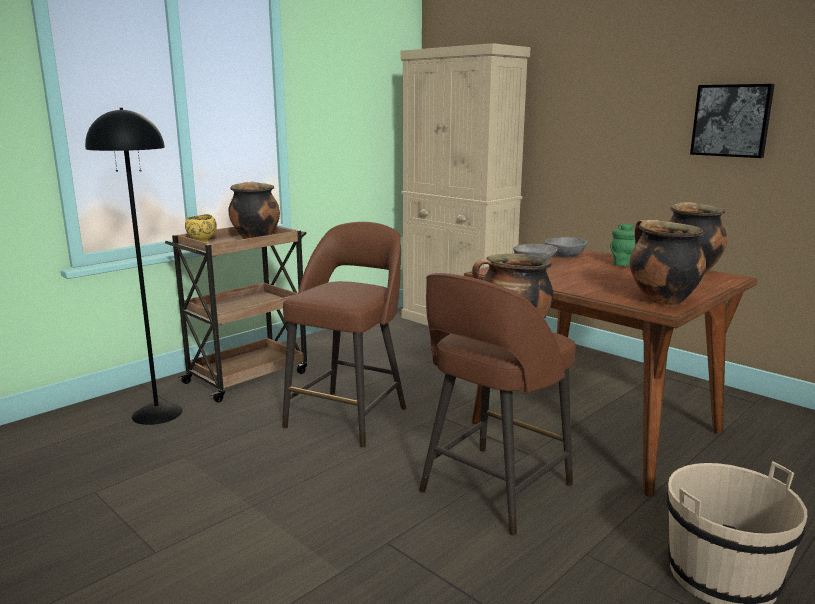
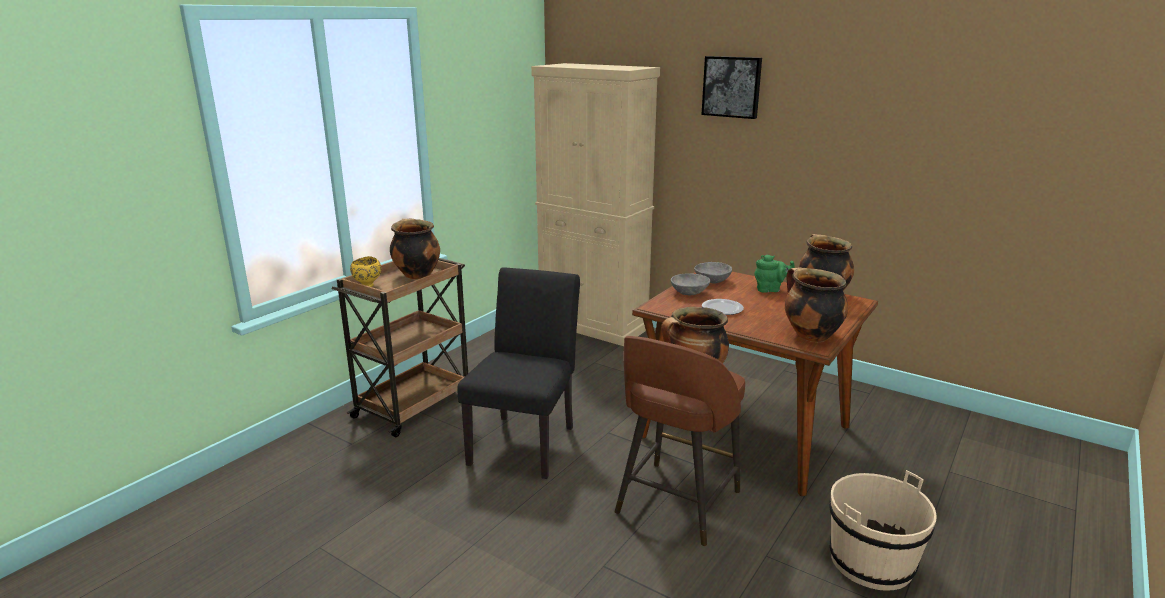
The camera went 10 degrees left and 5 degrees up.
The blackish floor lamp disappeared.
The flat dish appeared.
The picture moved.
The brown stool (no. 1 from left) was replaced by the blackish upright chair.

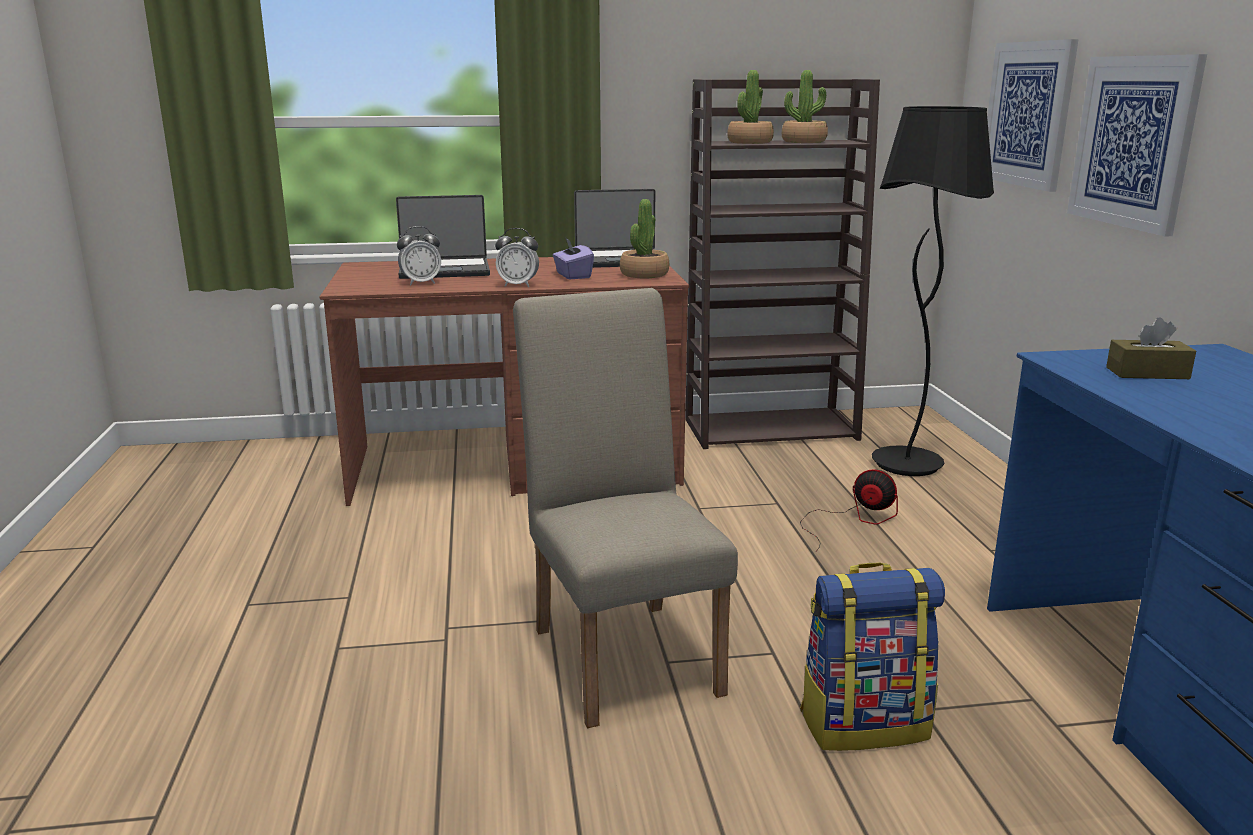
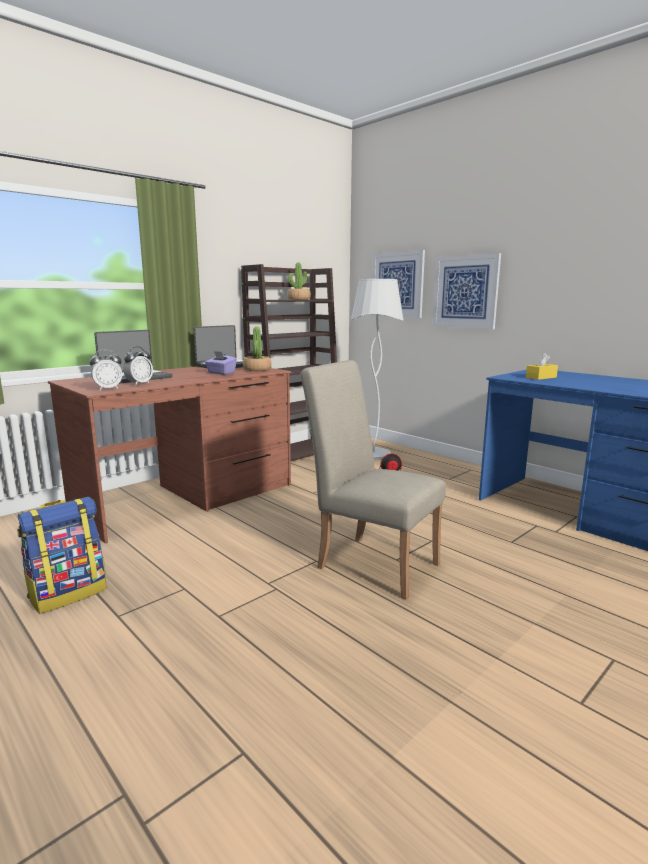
The camera went 35 degrees left and 5 degrees down.
The houseplant (no. 2 from left) disappeared.
The alarm clock (no. 2 from left in the first image) moved.
The rucksack moved.
The blackish floor lamp became the white floor lamp.
The brown tissue holder became the yellow-coloured tissue holder.

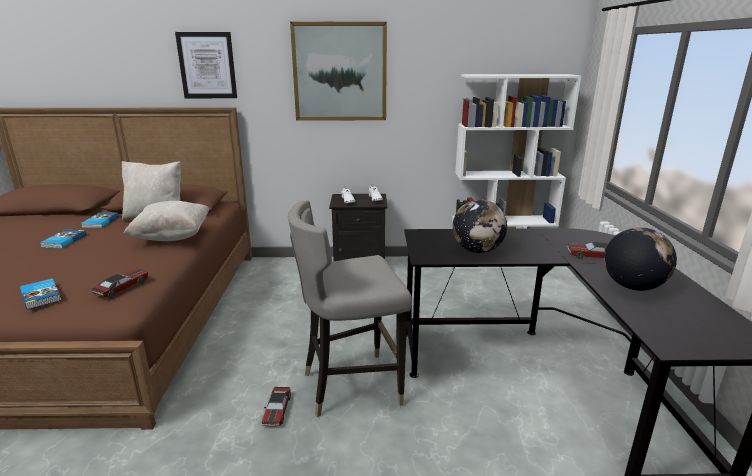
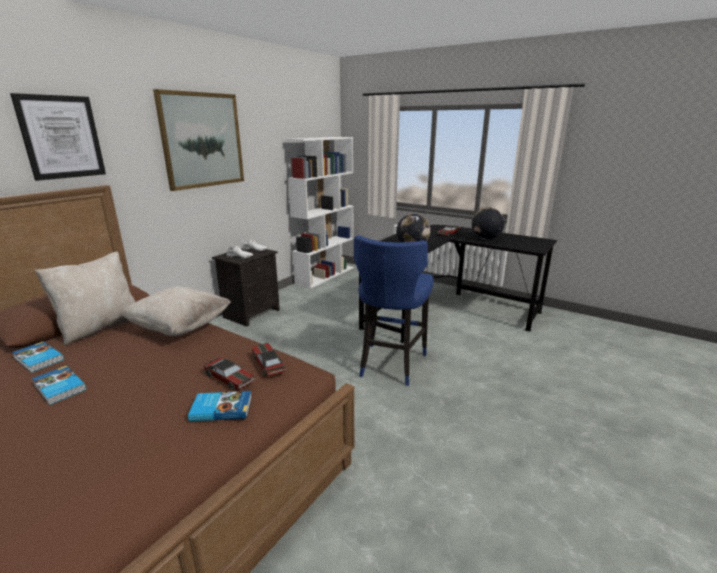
The camera went 55 degrees left and 0 degrees up.
The model car (no. 2 from left in the first image) moved.
The greyish stool became the blue stool.

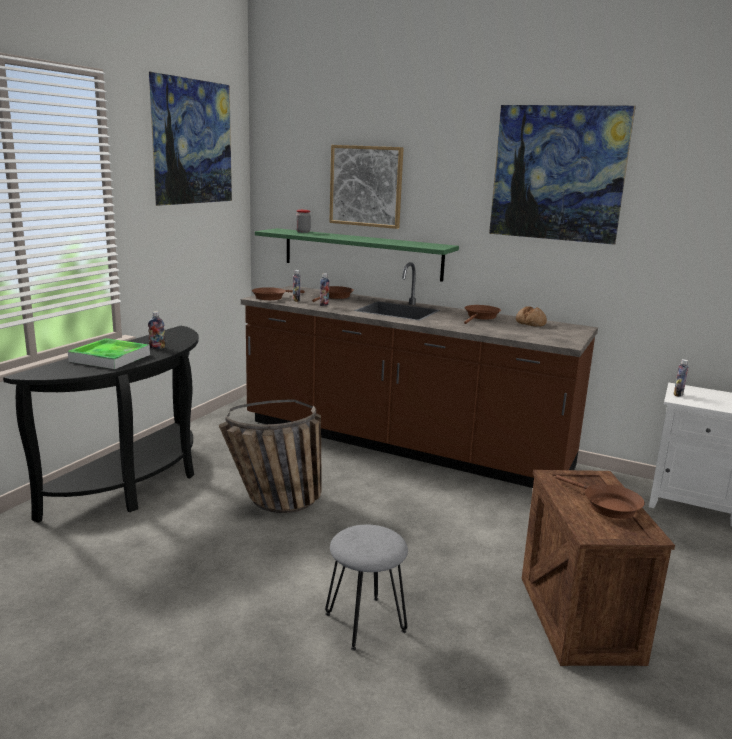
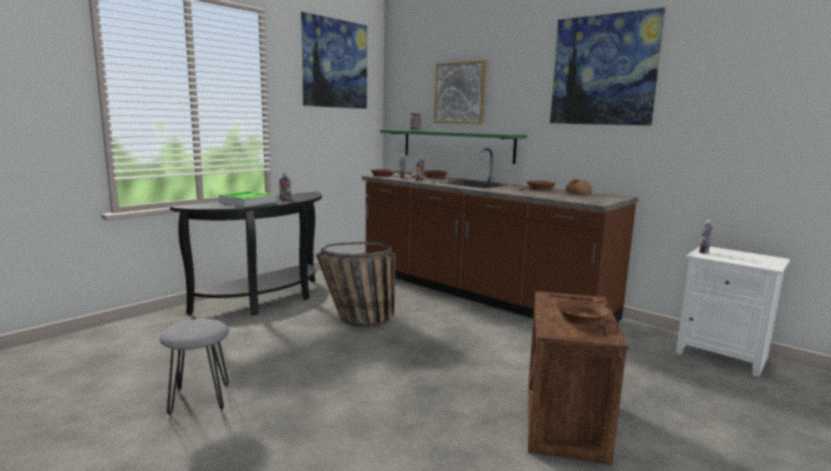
The camera went 15 degrees right and 5 degrees down.
The greyish stool moved.
The brown pan (no. 4 from left) turned 60 degrees clockwise.

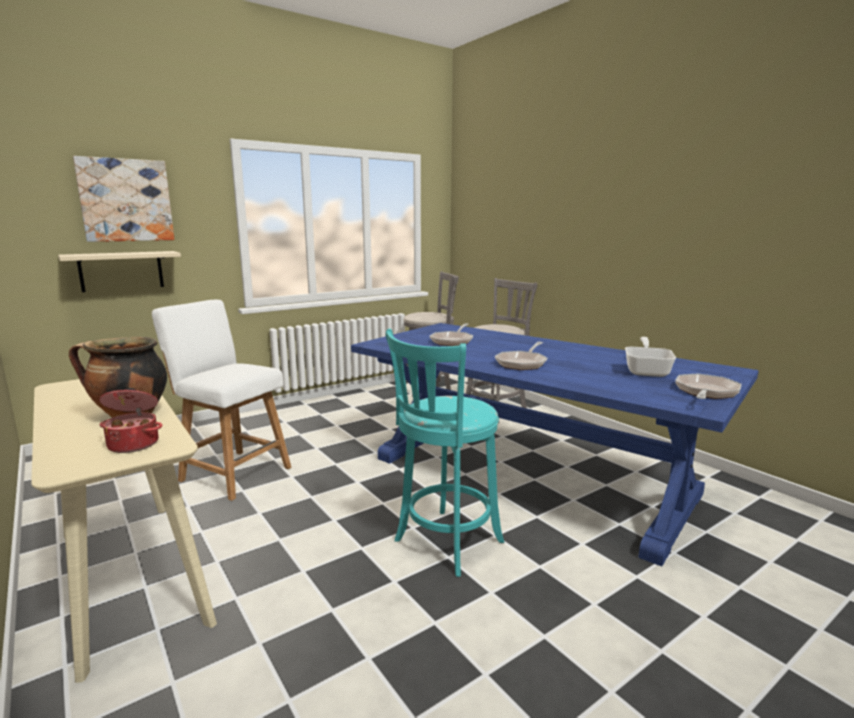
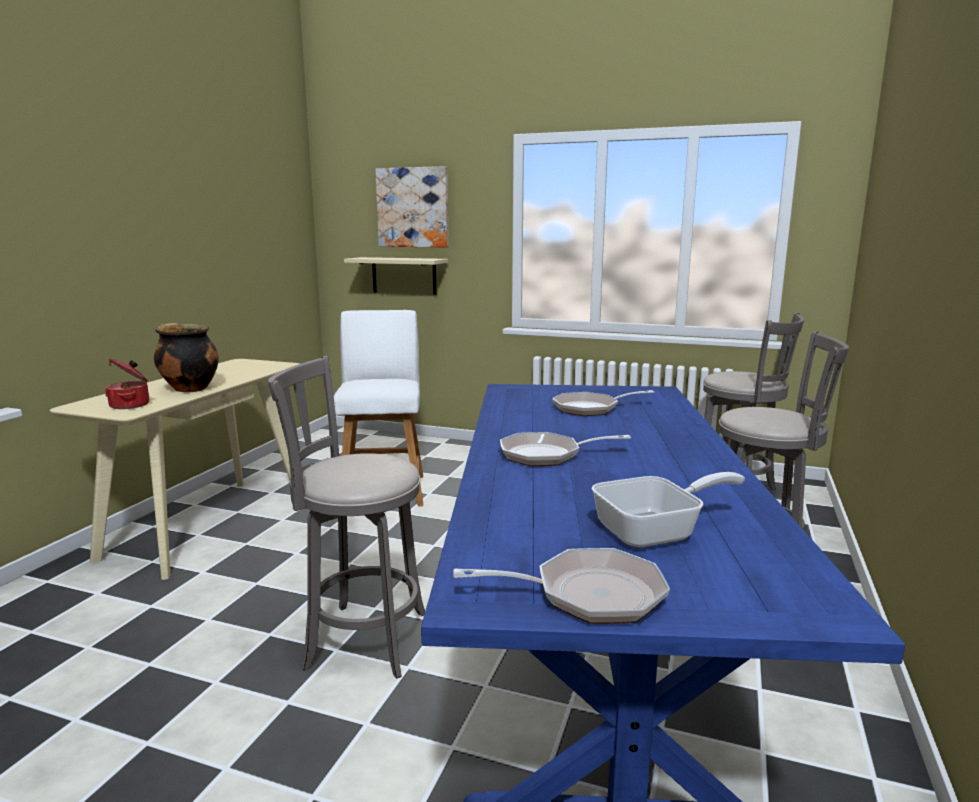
The camera went 55 degrees right and 0 degrees up.
The turquoise stool became the greyish stool (no. 1 from left).

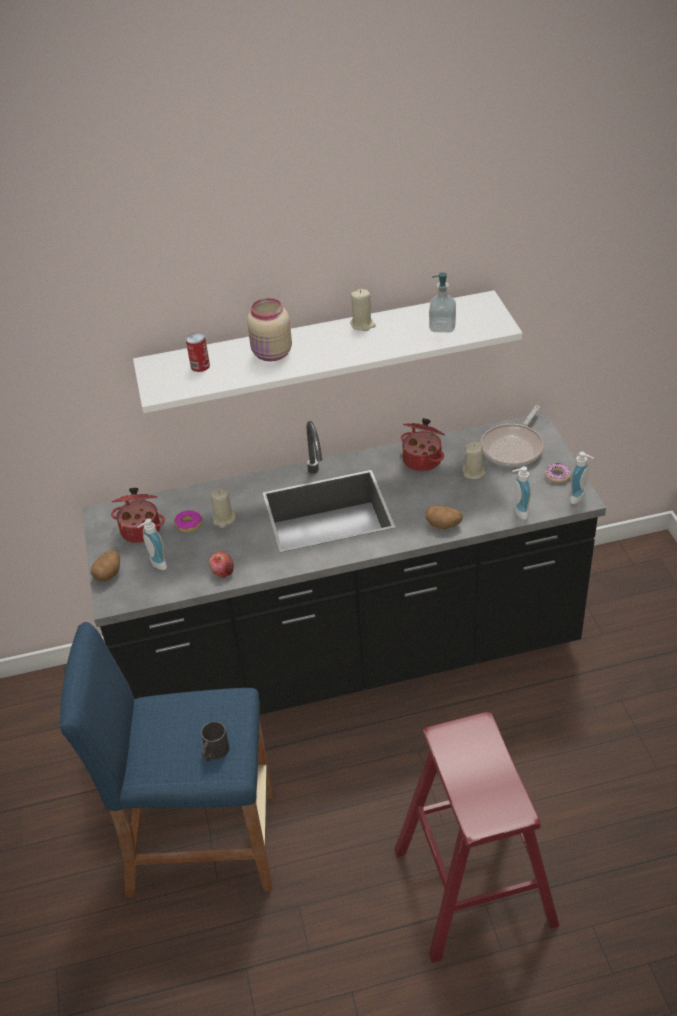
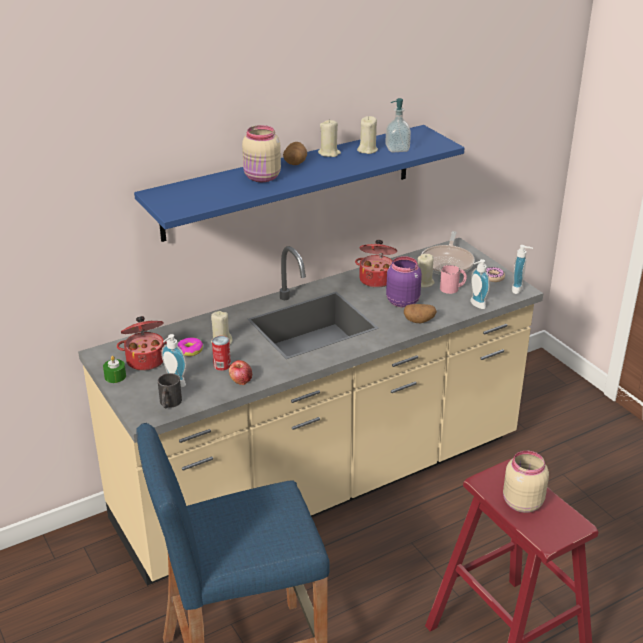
The camera went 20 degrees left and 10 degrees down.
The greenish wax candle appeared.
The beige wax candle (no. 3 from left) appeared.
The purplish preserve jar appeared.
The pinkish mug appeared.
The beige preserve jar (no. 2 from left) appeared.
The whole potato (no. 1 from left) moved.
The sealed can moved.
The blackish mug moved.
The blackish kitchen base unit became the beige kitchen base unit.
The white bracket shelf became the blue bracket shelf.

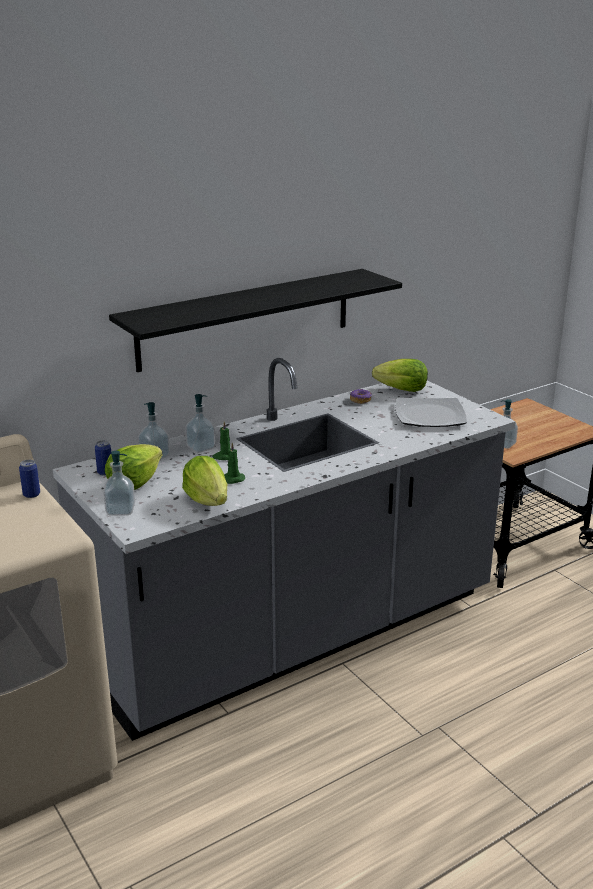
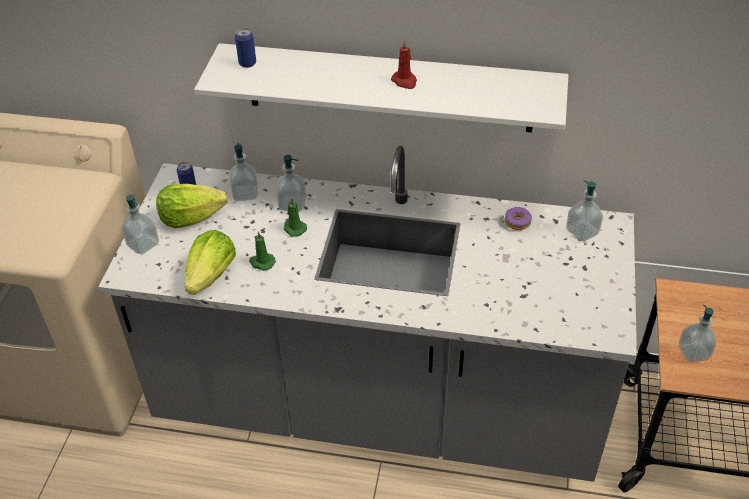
The camera went 45 degrees right and 20 degrees up.
The flat dish disappeared.
The reddish wax candle appeared.
The sealed can (no. 1 from left in the first image) moved.
The head of lettuce (no. 3 from left) was replaced by the soap dispenser (no. 4 from left).
The blackish bracket shelf became the white bracket shelf.

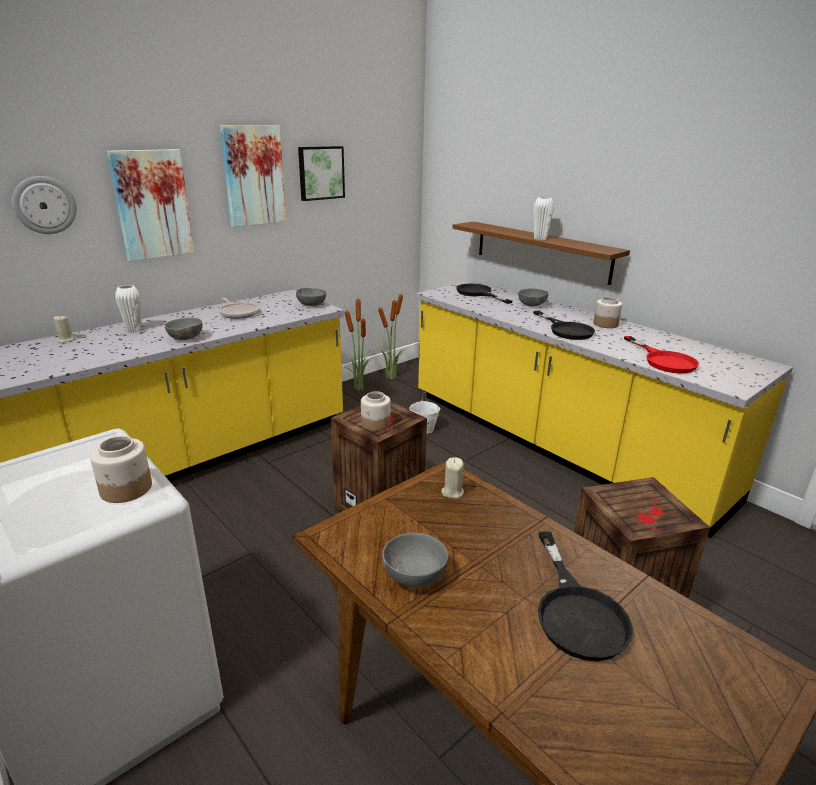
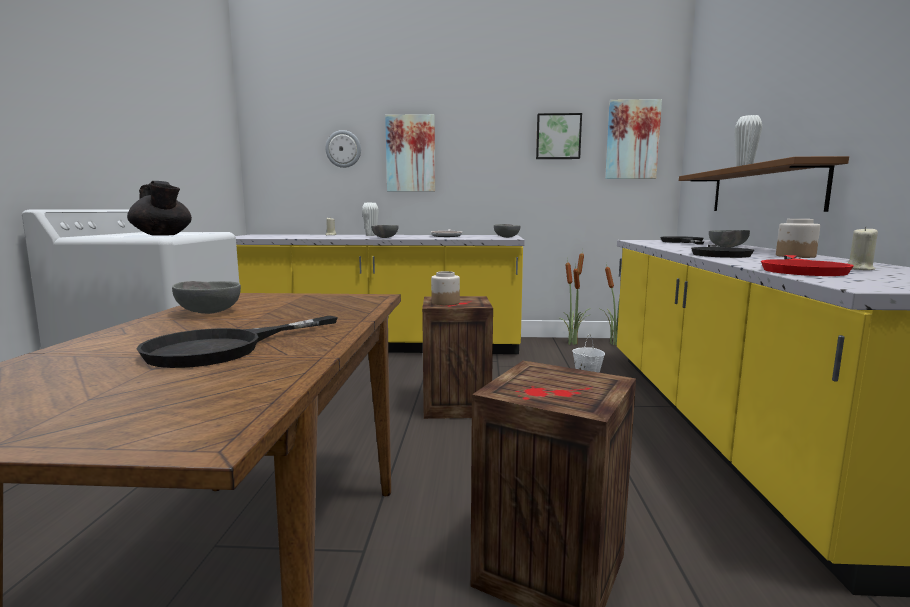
The camera went 45 degrees right and 15 degrees down.
The picture (no. 2 from left in the first image) moved.
The beige wax candle (no. 2 from left) moved.
The preserve jar (no. 1 from left) was replaced by the blackish pot for tea.

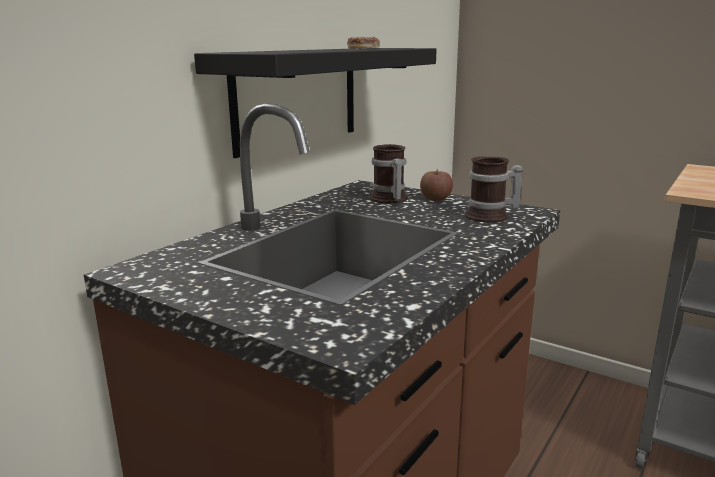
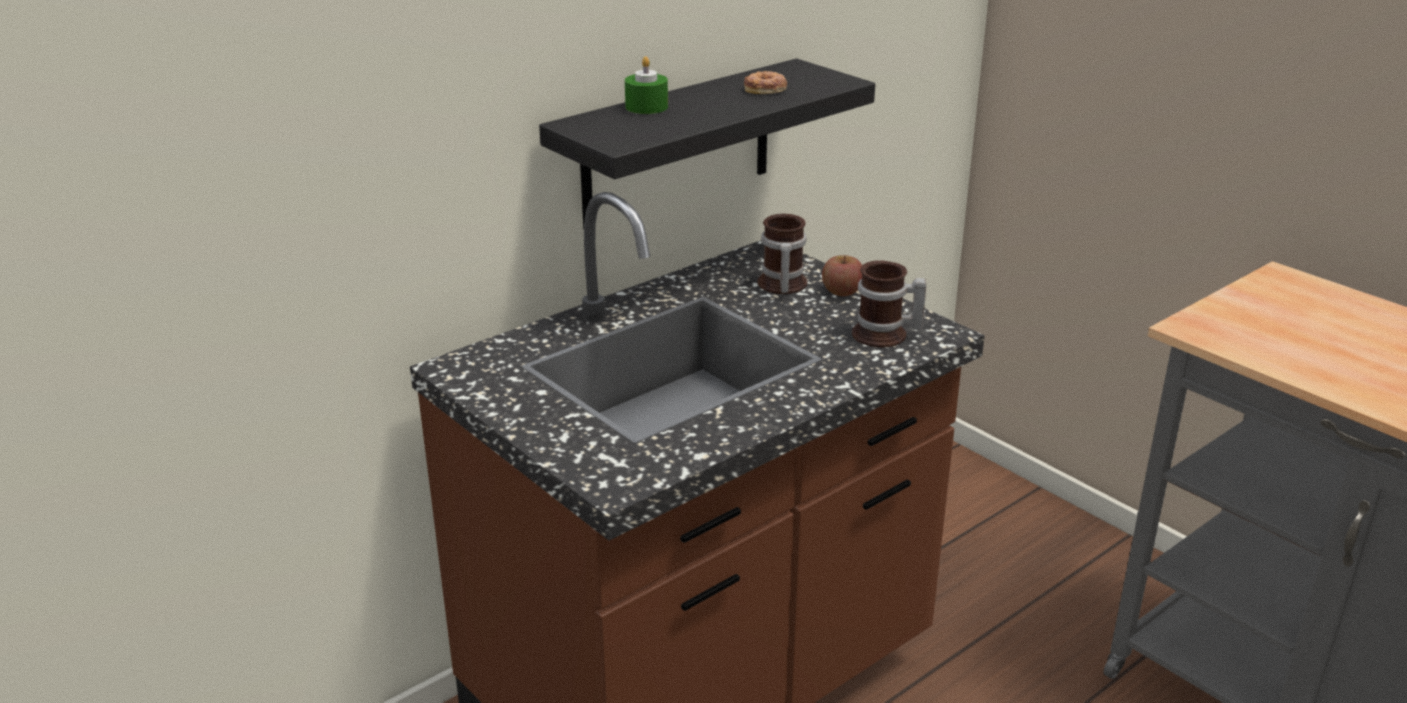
The camera went 15 degrees right and 10 degrees up.
The greenish wax candle appeared.

